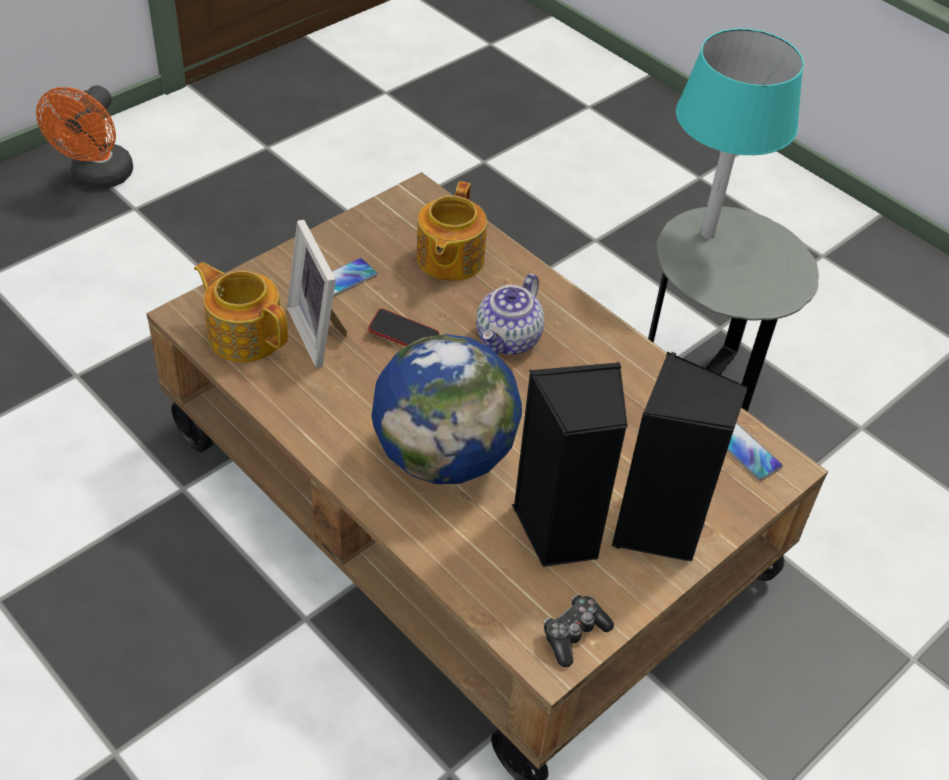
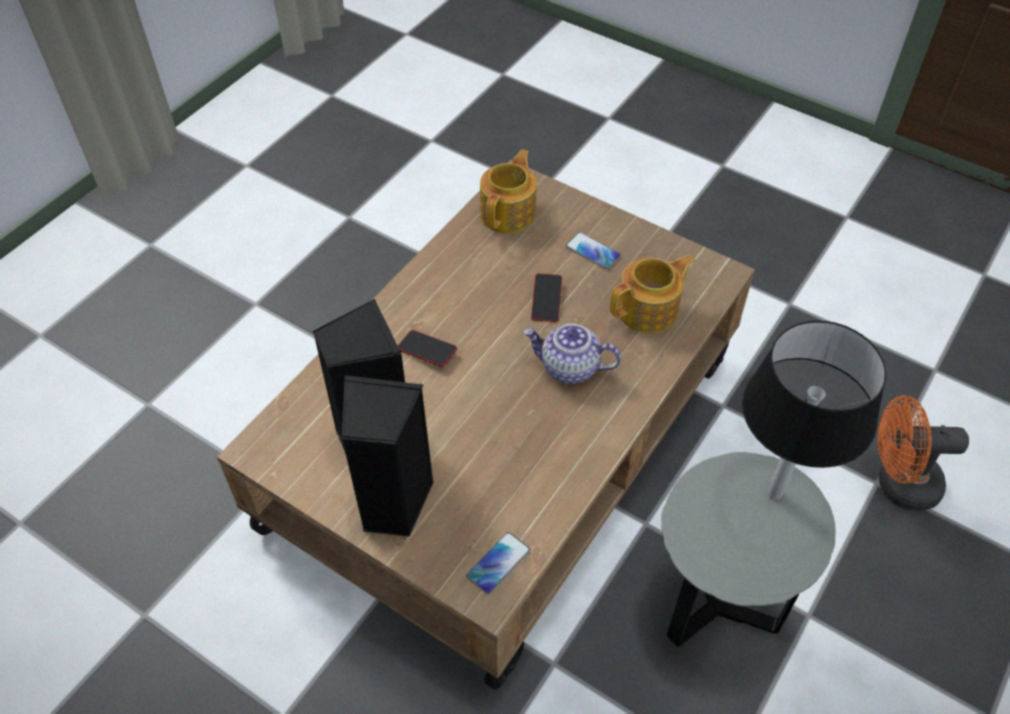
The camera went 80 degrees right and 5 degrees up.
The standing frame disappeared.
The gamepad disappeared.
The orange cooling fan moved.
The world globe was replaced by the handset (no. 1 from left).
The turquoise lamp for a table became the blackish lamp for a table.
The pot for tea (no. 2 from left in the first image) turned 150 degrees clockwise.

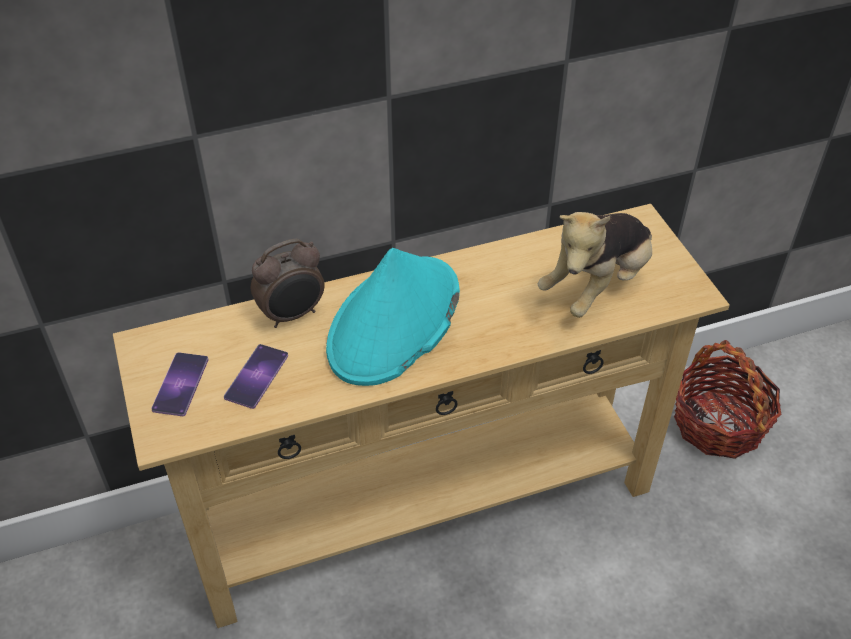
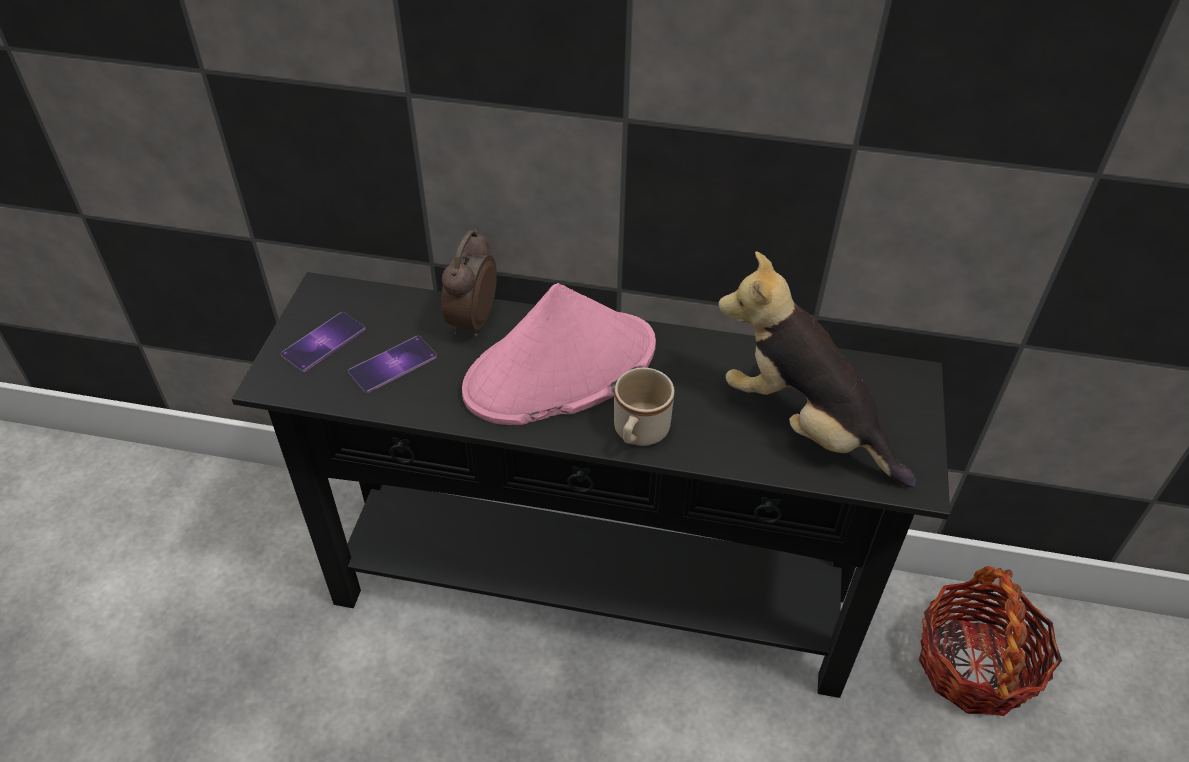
The camera went 30 degrees right and 0 degrees up.
The beige mug appeared.
The beige narrow table became the blackish narrow table.
The turquoise wearable hat became the pinkish wearable hat.
The alarm clock turned 105 degrees clockwise.
The cuddly toy turned 60 degrees clockwise.

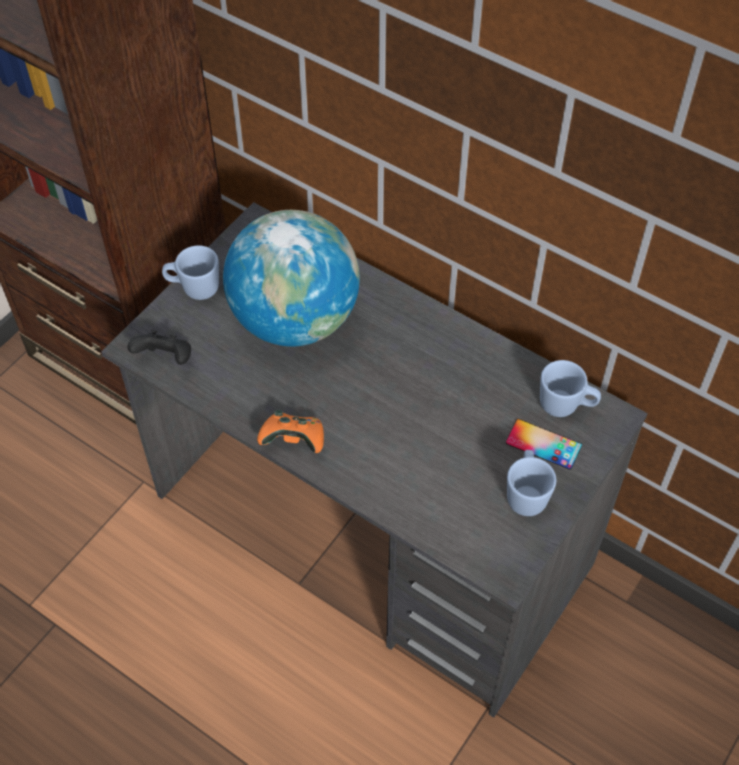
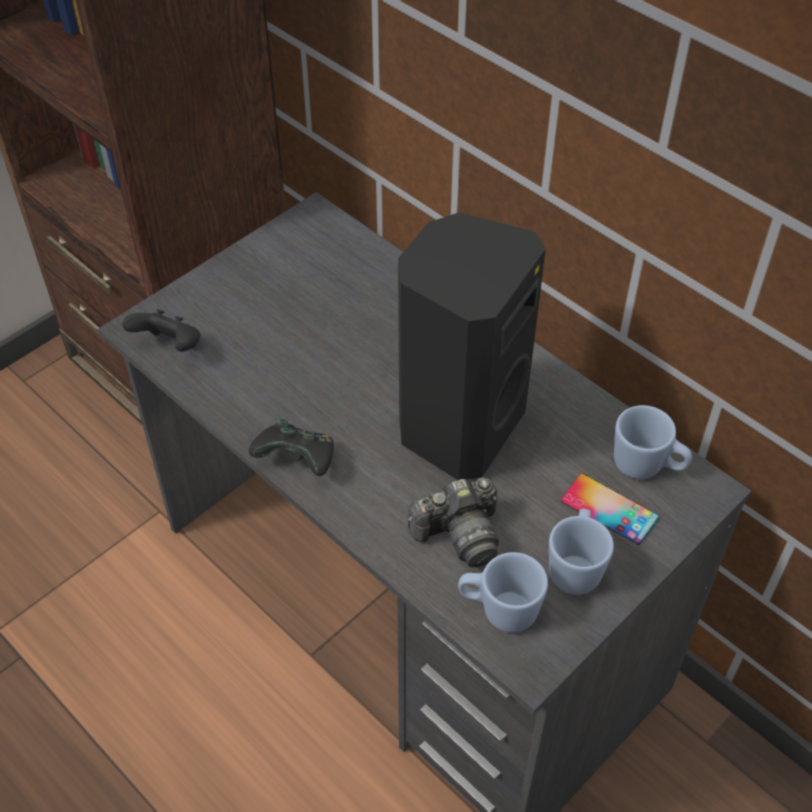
The camera went 10 degrees right and 5 degrees down.
The world globe disappeared.
The blackish speaker appeared.
The still camera appeared.
The blue mug (no. 1 from left) moved.
The orange gamepad became the blackish gamepad (no. 2 from left).

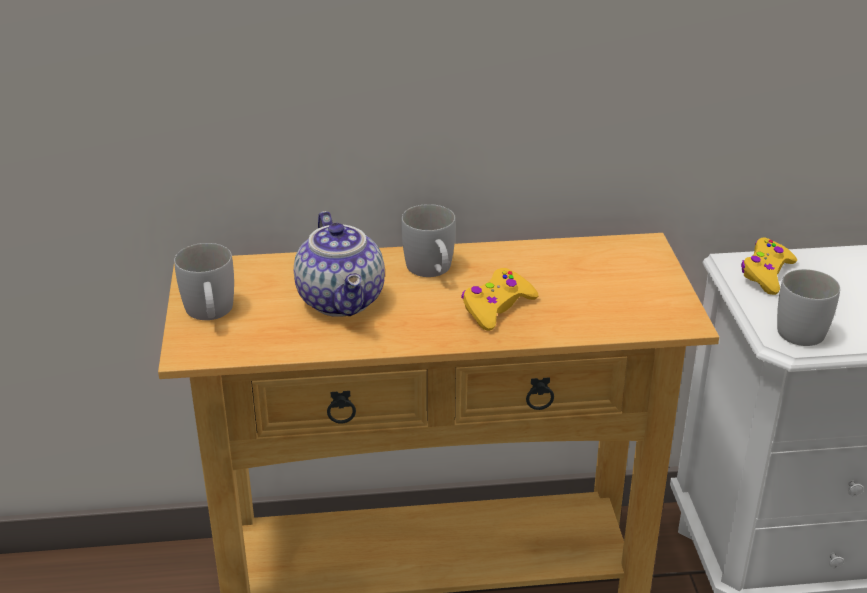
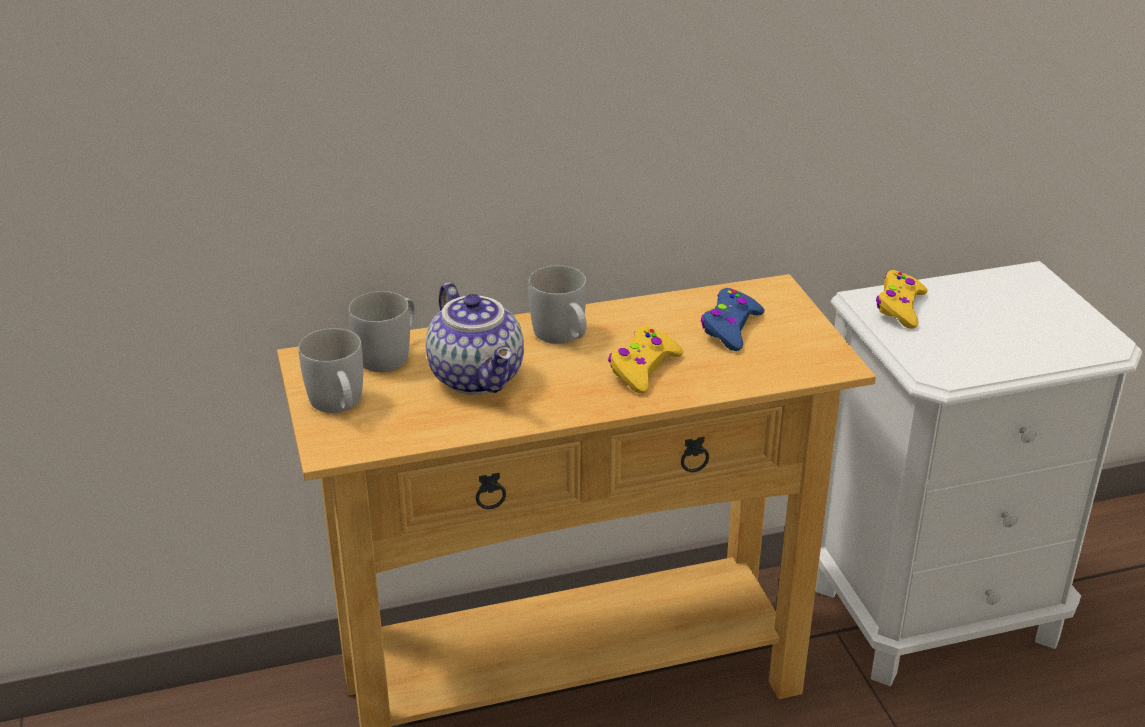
The camera went 10 degrees left and 0 degrees up.
The blue gamepad appeared.
The white mug (no. 3 from left in the first image) moved.

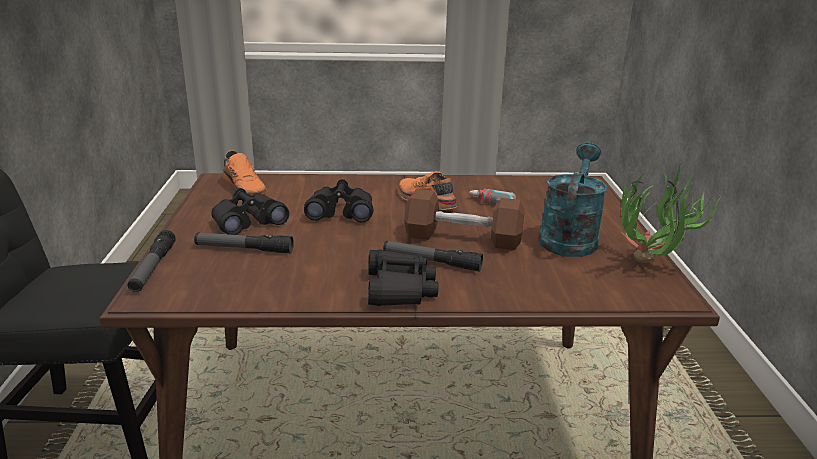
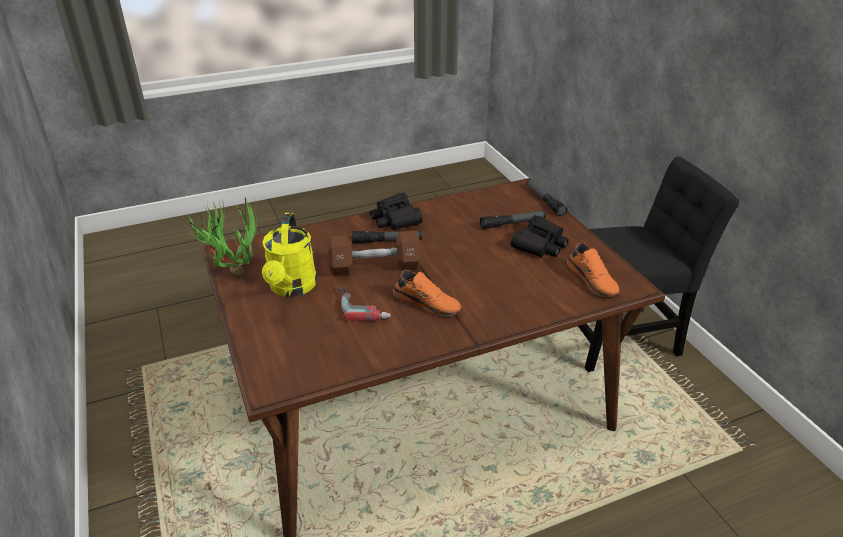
The camera went 160 degrees right and 10 degrees up.
The blackish field glasses (no. 2 from left) disappeared.
The turquoise watering can became the yellow-coloured watering can.
The orange shoe (no. 1 from left in the first image) turned 150 degrees counterclockwise.

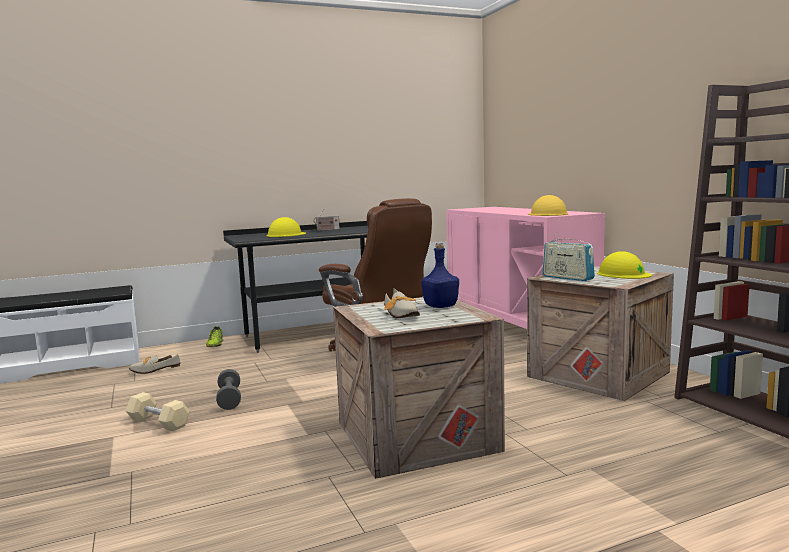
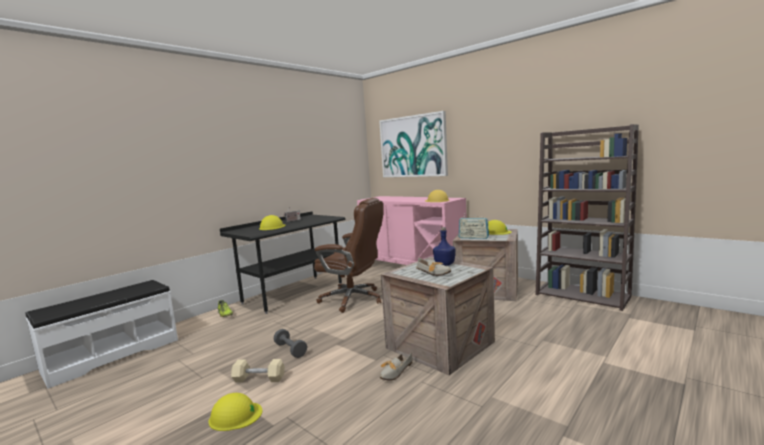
The camera went 25 degrees left and 0 degrees up.
The yellow-coloured safety helmet (no. 1 from left) appeared.
The picture appeared.
The shoe (no. 1 from left in the first image) moved.

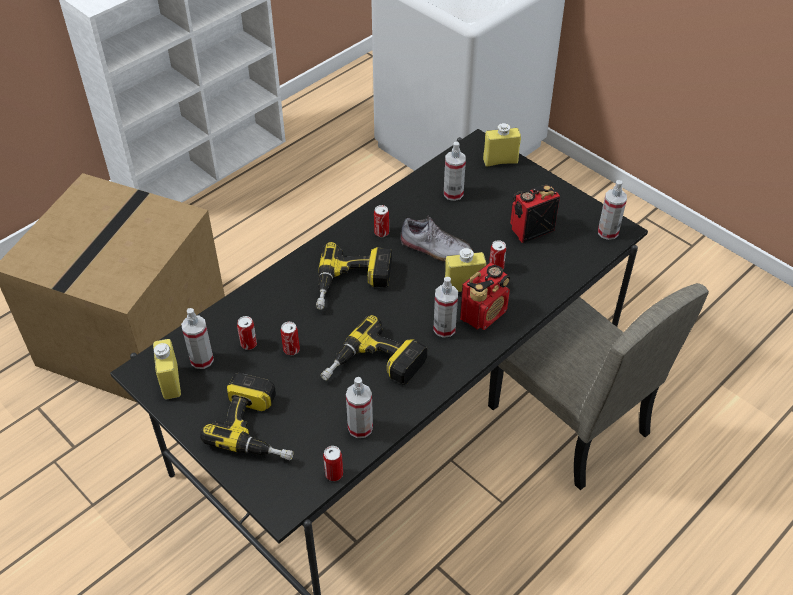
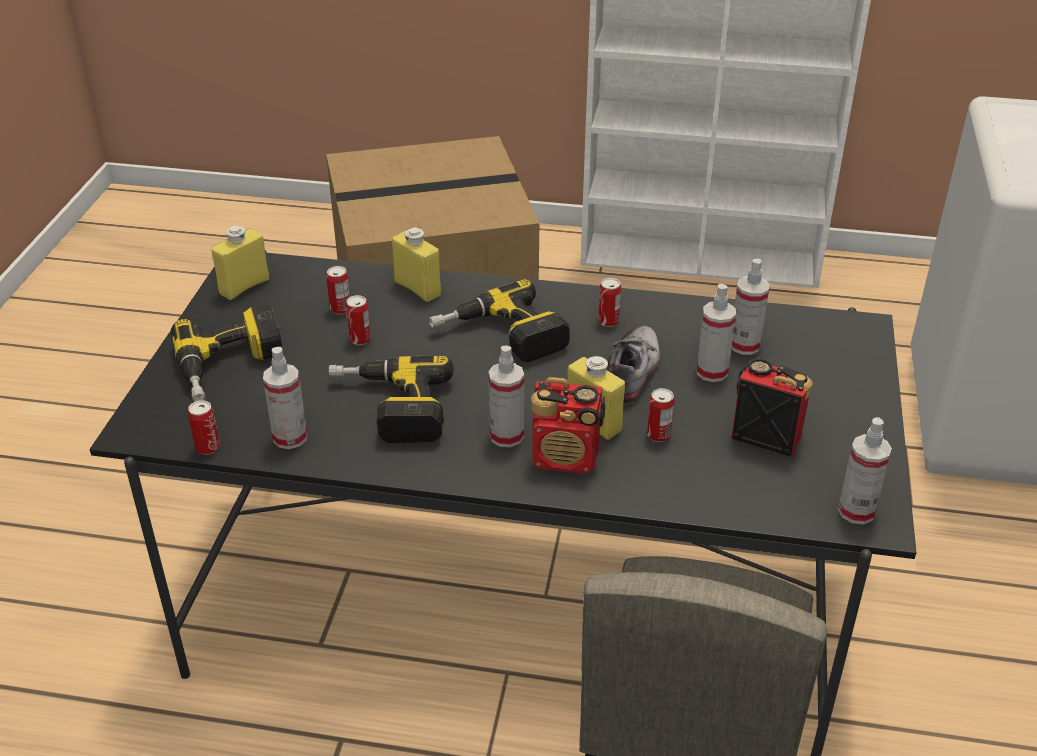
The camera went 55 degrees right and 10 degrees down.
The hand sprayer (no. 1 from left in the first image) moved.
The yellow-coloured drink bottle (no. 3 from left in the first image) moved.
The shoe turned 150 degrees counterclockwise.

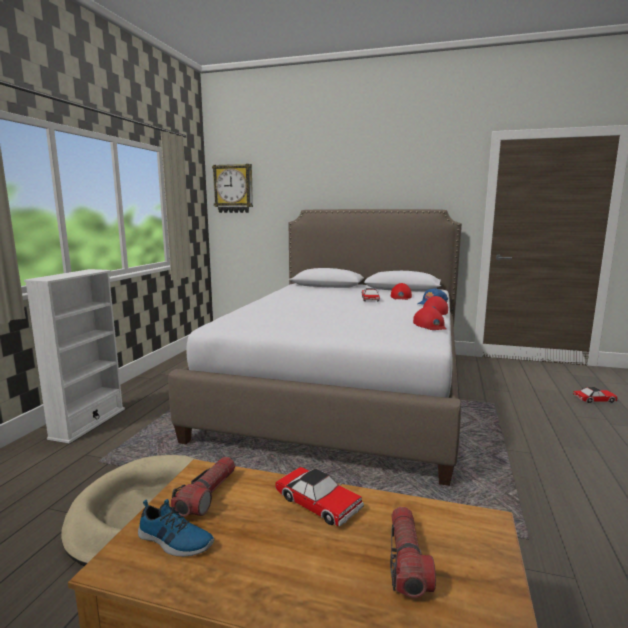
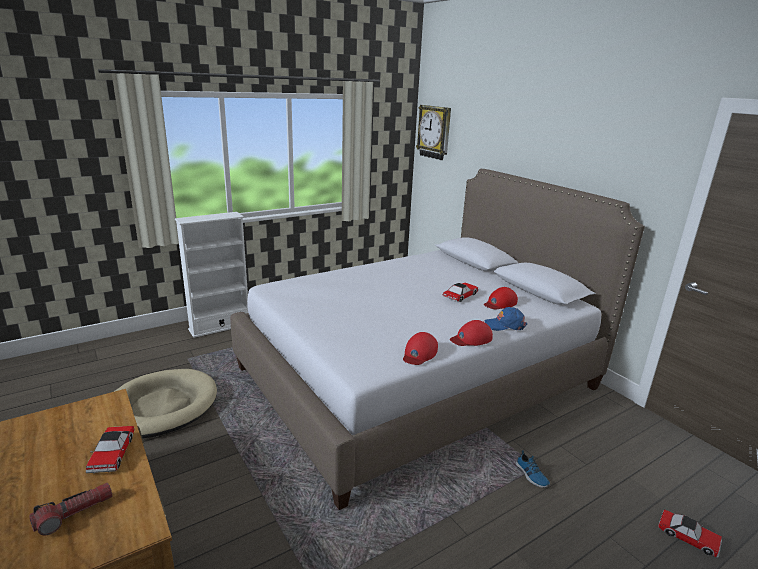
The camera went 40 degrees right and 10 degrees up.
The hand torch (no. 1 from left) disappeared.
The shoe moved.

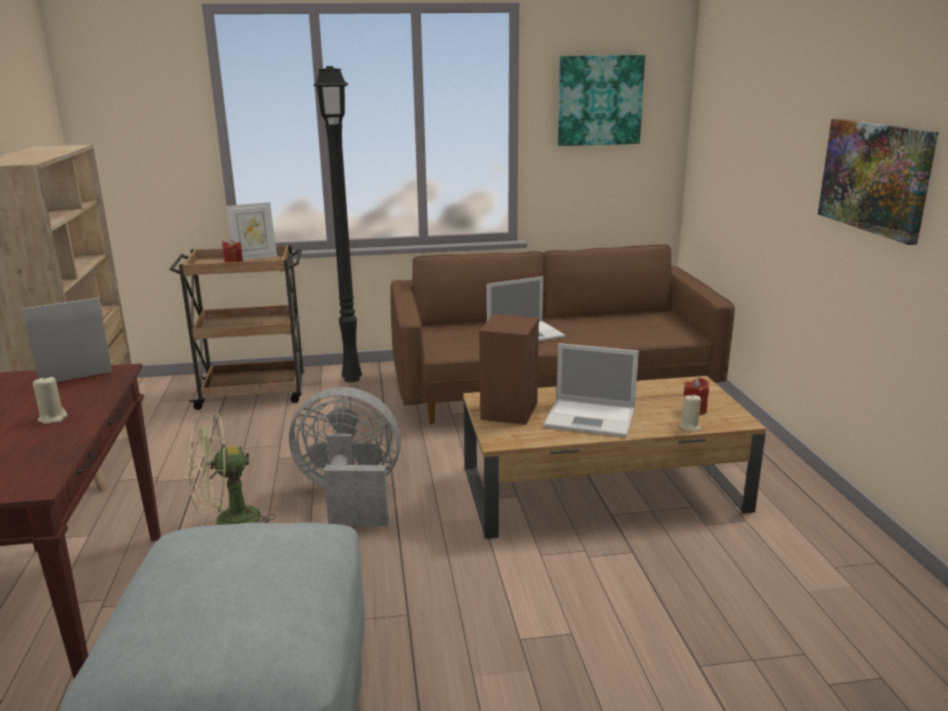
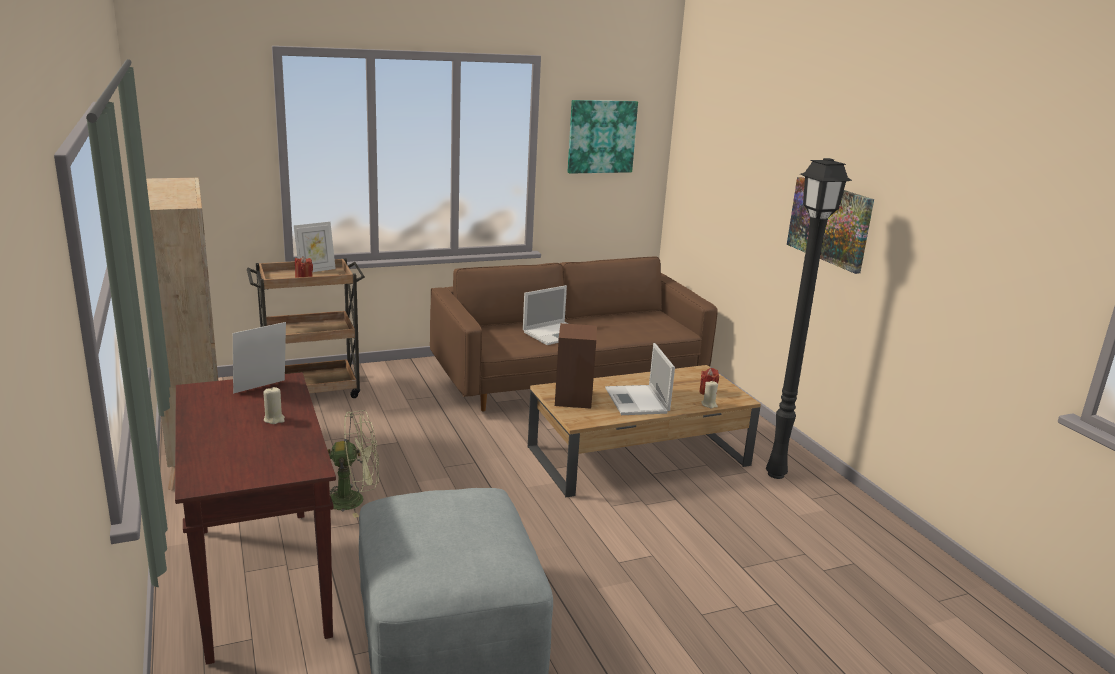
The camera went 15 degrees left and 0 degrees up.
The greyish cooling fan disappeared.
The blackish floor lamp moved.
The greenish cooling fan turned 150 degrees counterclockwise.
The laptop (no. 2 from left) turned 75 degrees clockwise.

